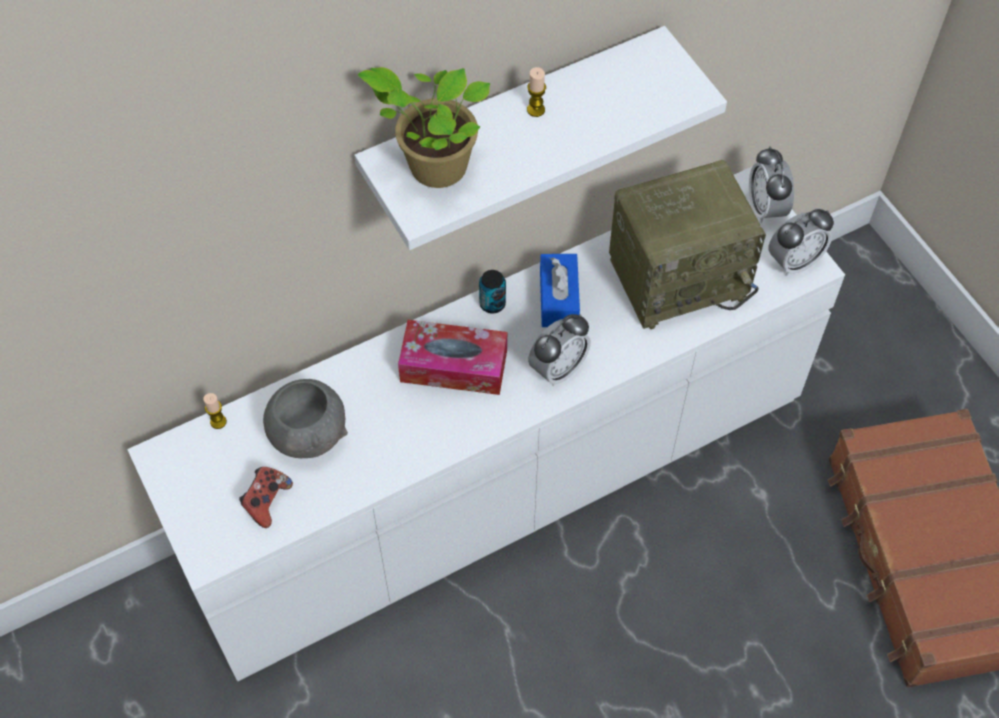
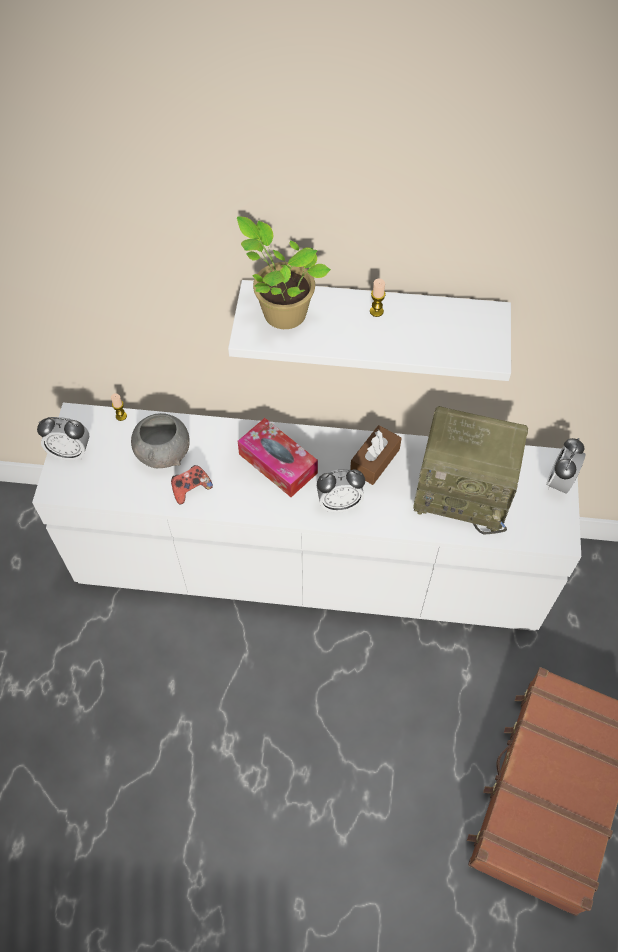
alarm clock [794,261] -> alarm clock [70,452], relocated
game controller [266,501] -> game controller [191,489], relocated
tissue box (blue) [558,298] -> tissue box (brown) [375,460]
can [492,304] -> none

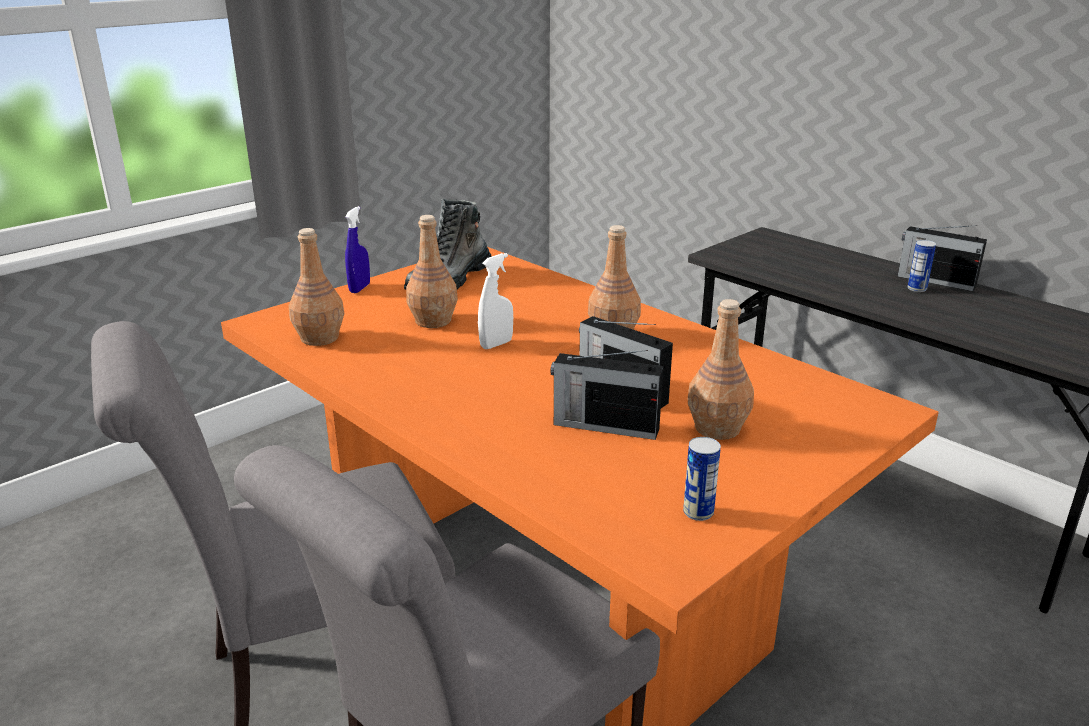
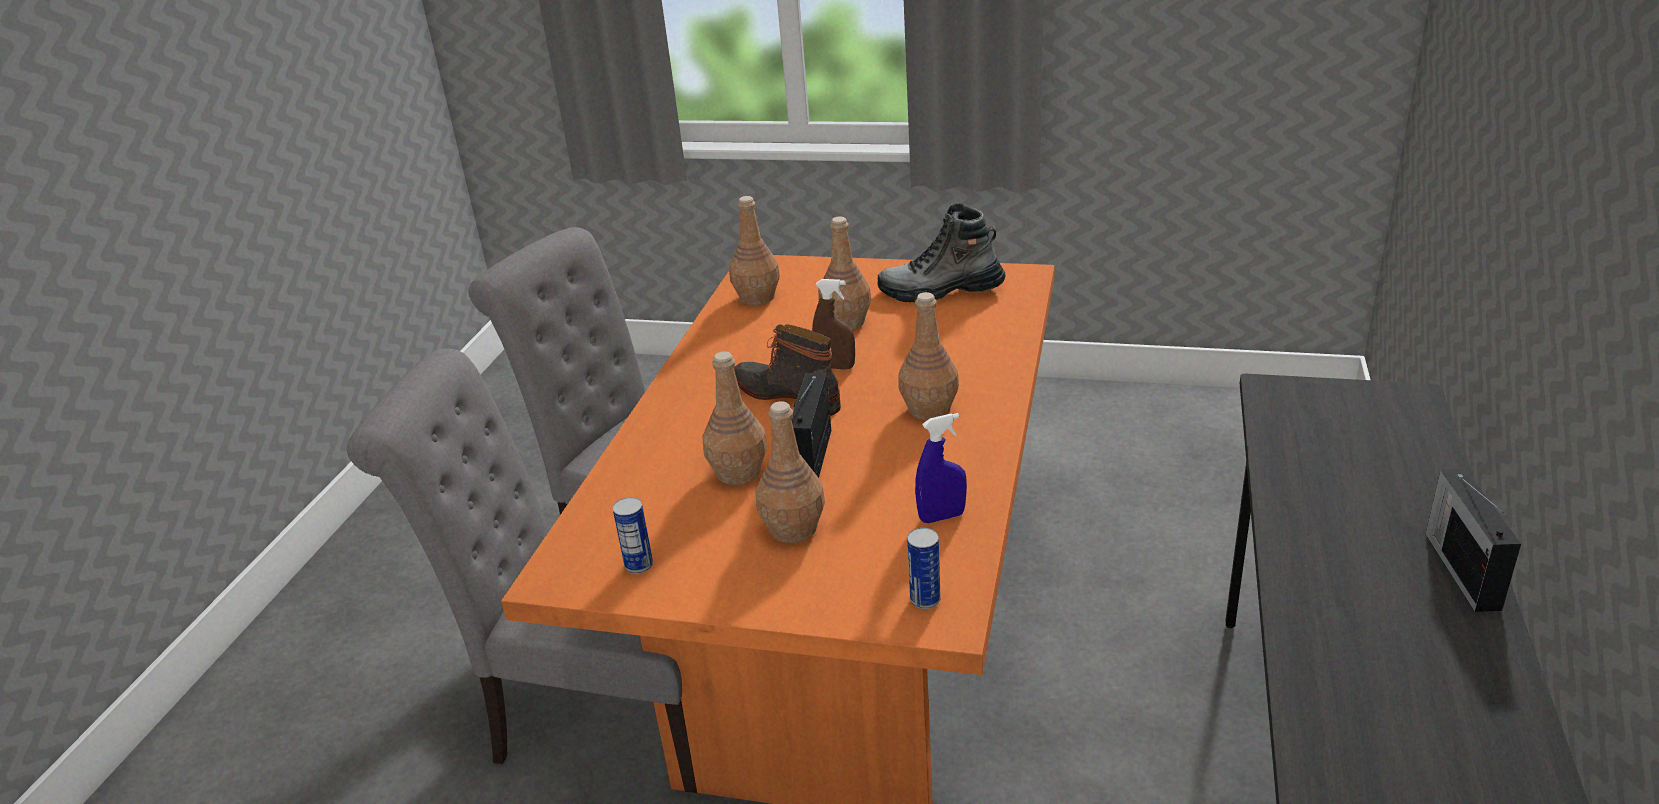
radio [604,426] -> bottle (brown) [739,473]
none -> boot [788,394]
spray bottle (white) [496,344] -> spray bottle (brown) [835,367]
can [917,289] -> can [925,599], relocated
spray bottle (blue) [359,288] -> spray bottle (blue) [942,517], relocated

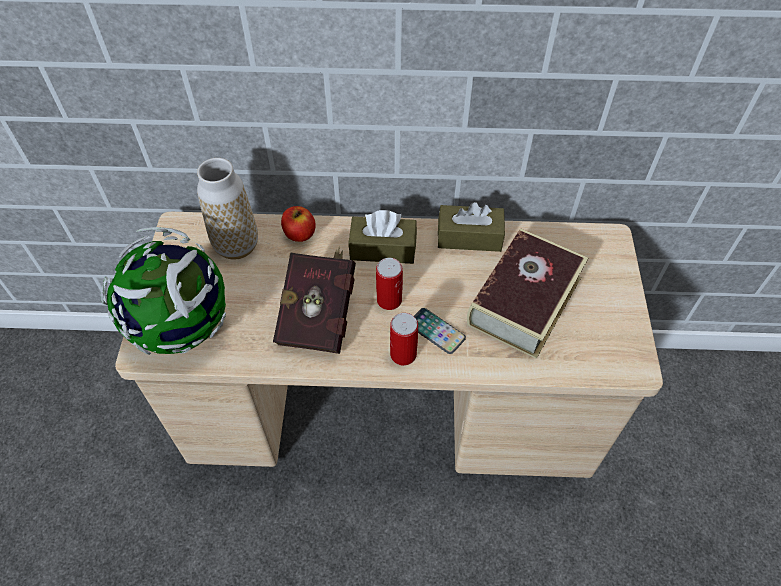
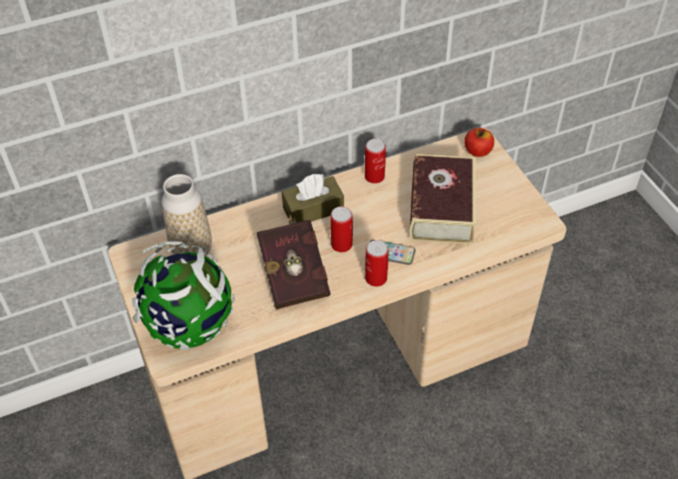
tissue box (brown) [469,237] -> can [374,176]
apple [299,234] -> apple [477,151], relocated

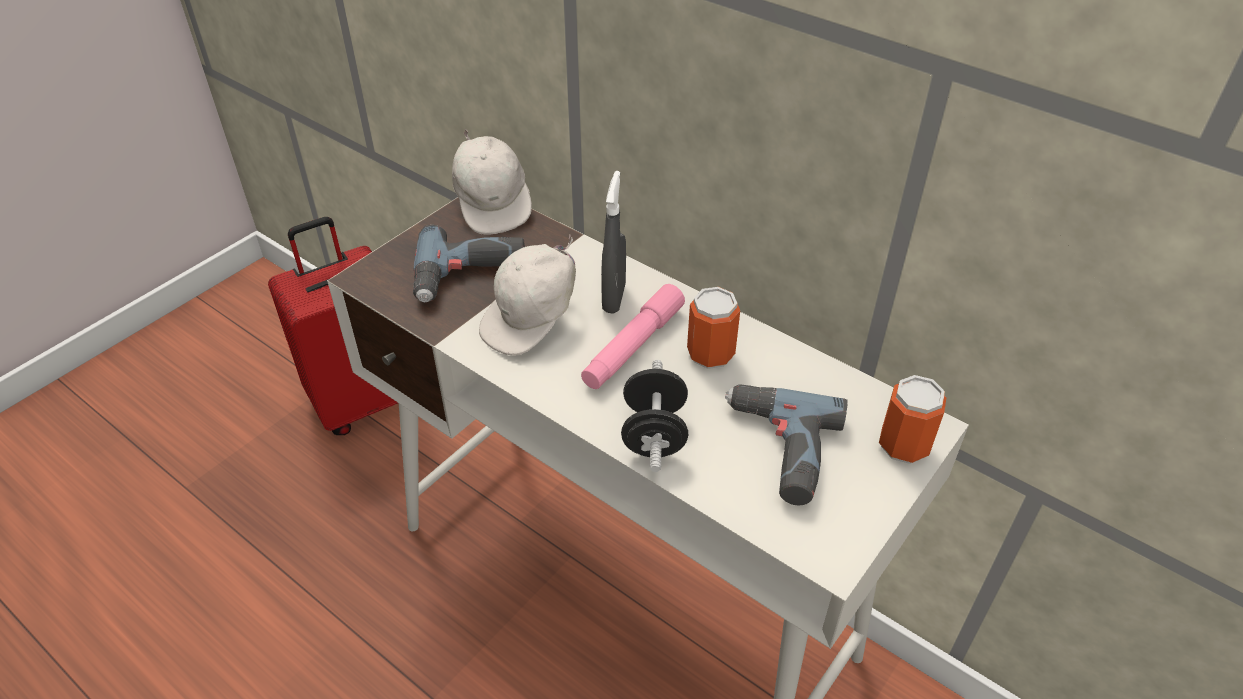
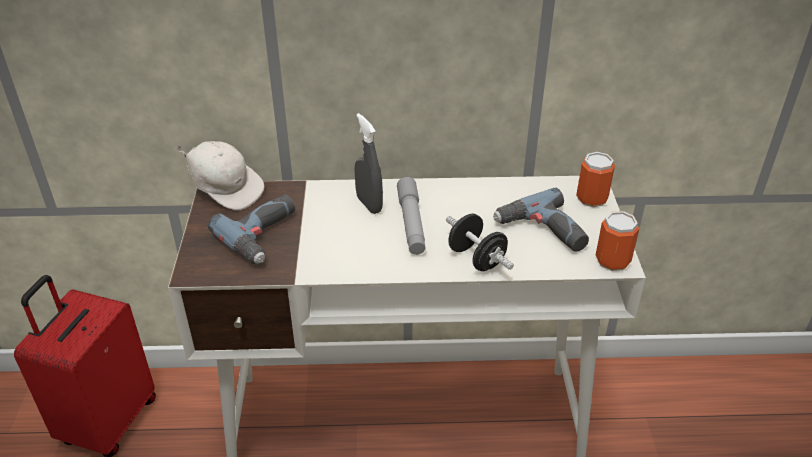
flashlight (pink) [633,346] -> flashlight (grey) [411,223]
can [710,354] -> can [612,261], relocated
cap (white) [533,320] -> none

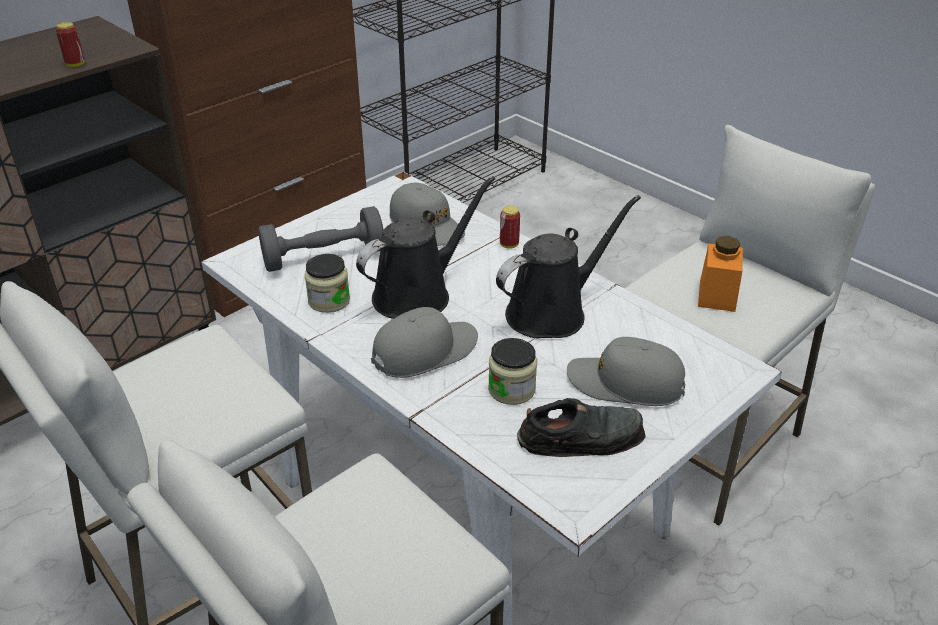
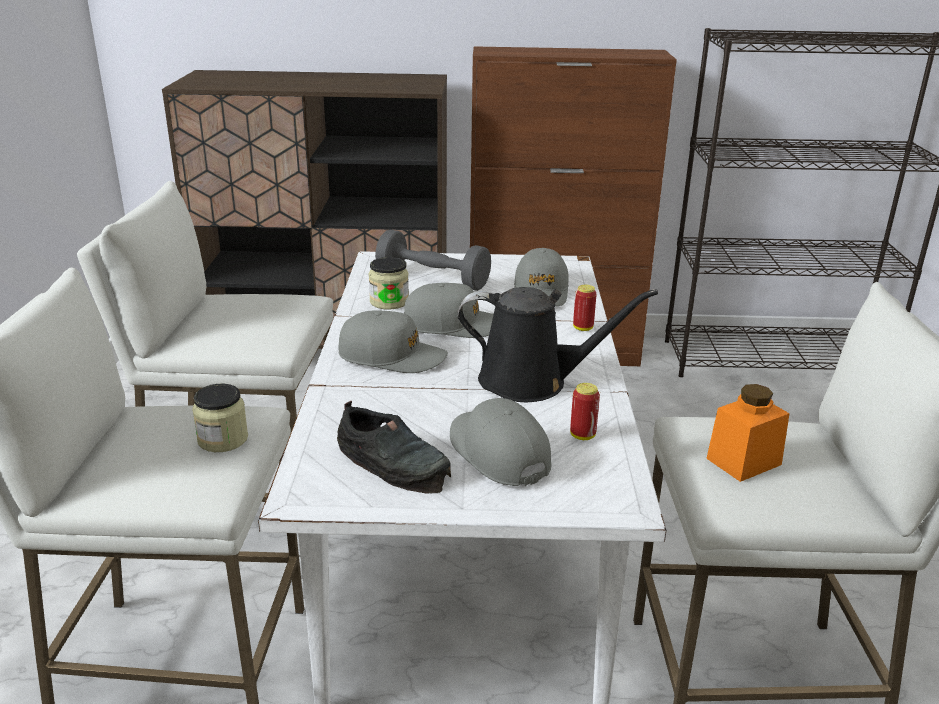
jar [511,389] -> jar [223,439], relocated
watering can (black) [418,294] -> cap (grey) [453,325]
can [75,65] -> can [582,435], relocated

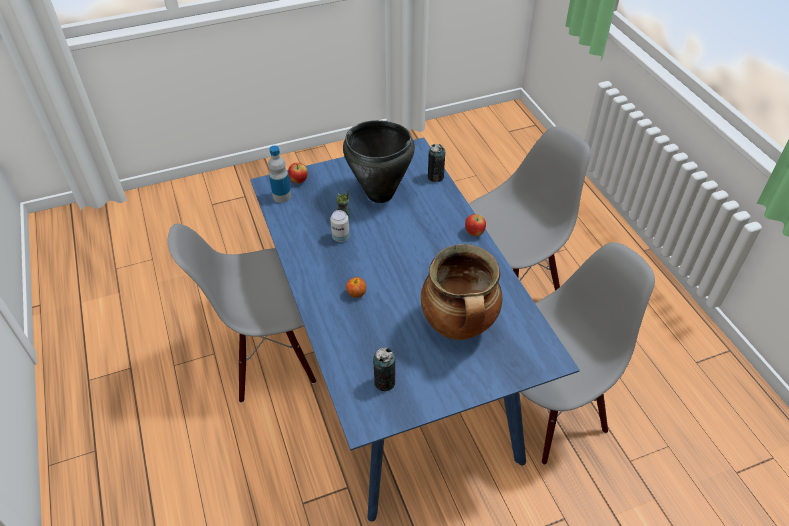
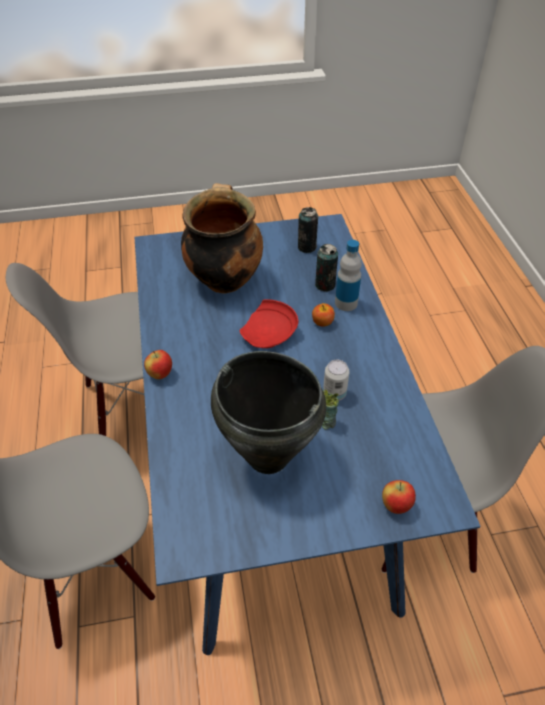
none -> plate (red) [269,334]
can [435,177] -> can [325,285], relocated
bottle [282,196] -> bottle [346,303], relocated

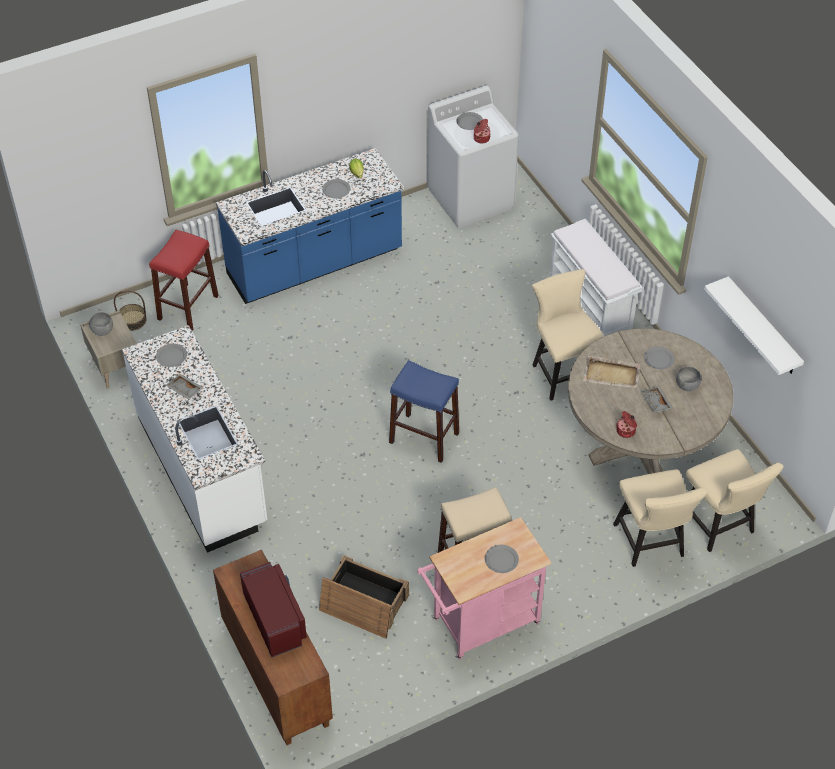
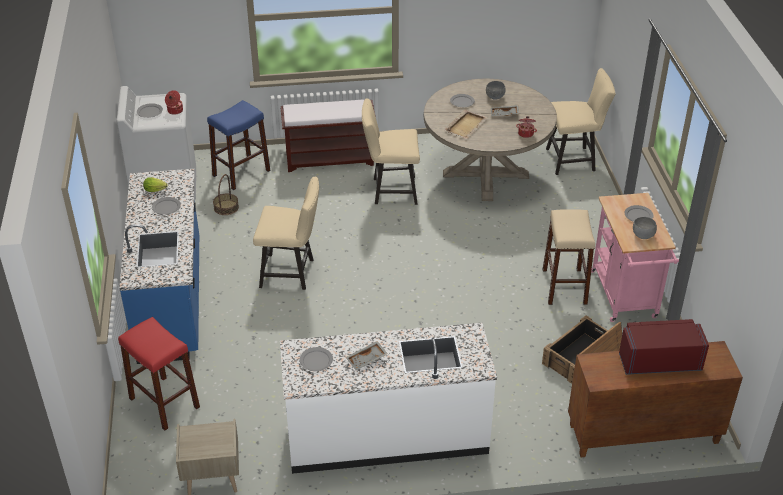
stool (blue) [424,438] -> stool (blue) [241,173], relocated
basket [132,320] -> basket [226,207], relocated
chair (beige) [651,544] -> chair (beige) [291,273], relocated
bench (white) [591,305] -> bench (brown) [330,159]
bowl (grey) [102,330] -> bowl (grey) [642,236], relocated
shelf (white) [763,327] -> none

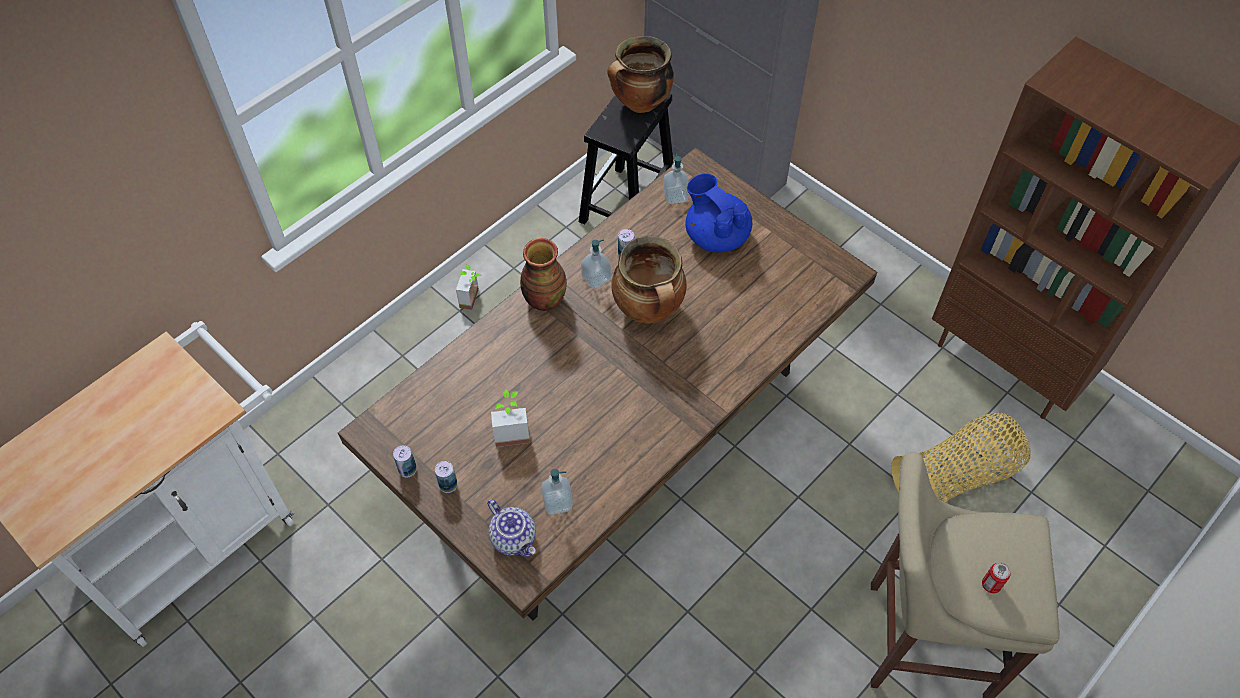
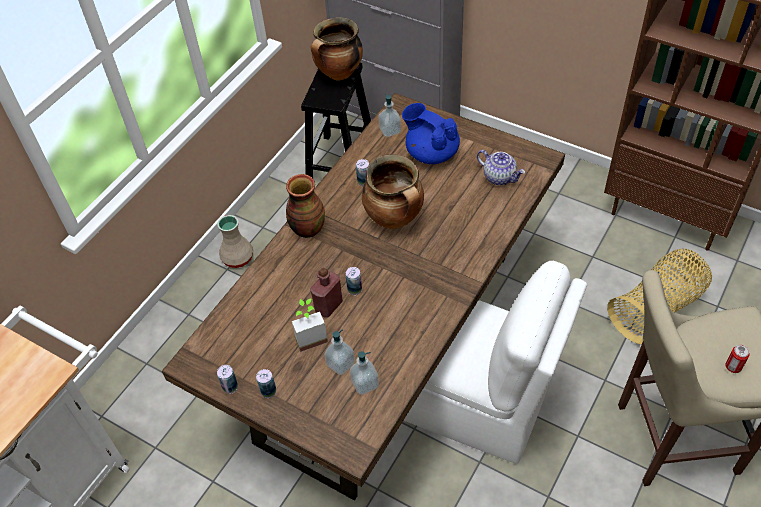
potted plant [474,299] -> vase (beige) [237,257]
none -> bottle (red) [328,306]
soap dispenser [596,278] -> soap dispenser [340,364], relocated
none -> can [354,289]
none -> chair (white) [477,402]
teapot [514,538] -> teapot [500,177], relocated

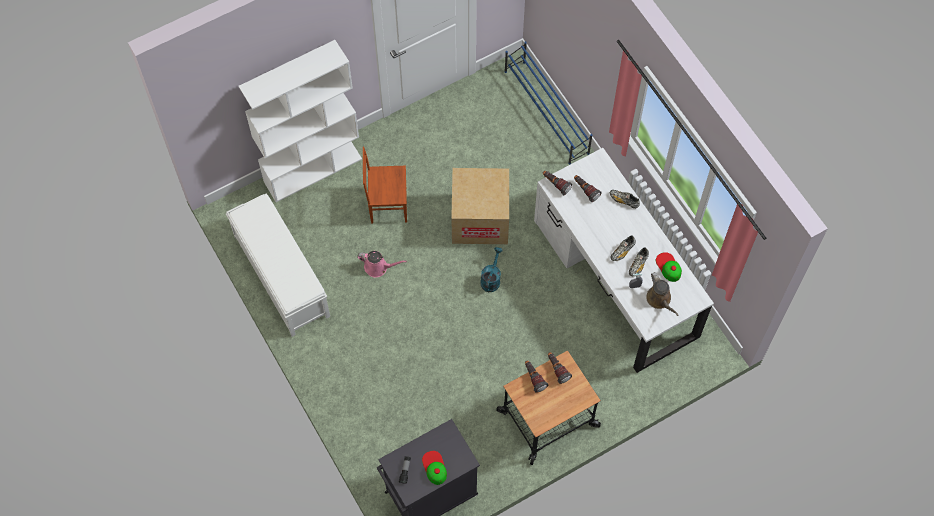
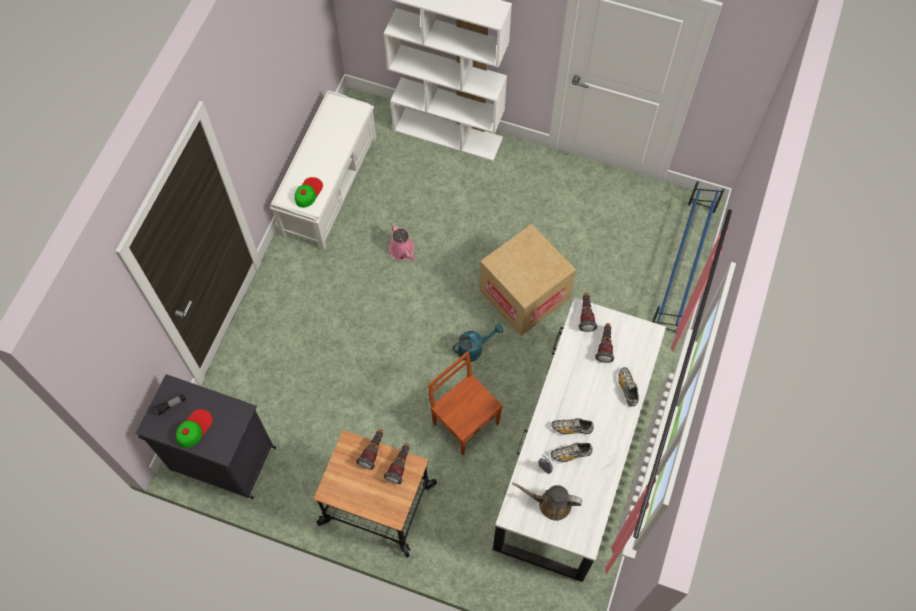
cap [668,267] -> cap [308,192], relocated
chair (brown) [387,204] -> chair (brown) [466,422], relocated
watering can (brown) [660,300] -> watering can (brown) [551,504], 75 degrees clockwise

